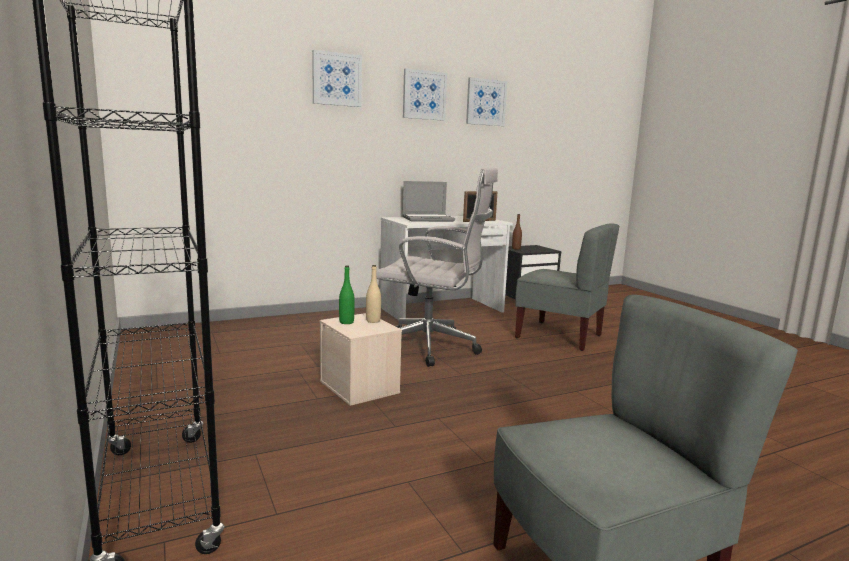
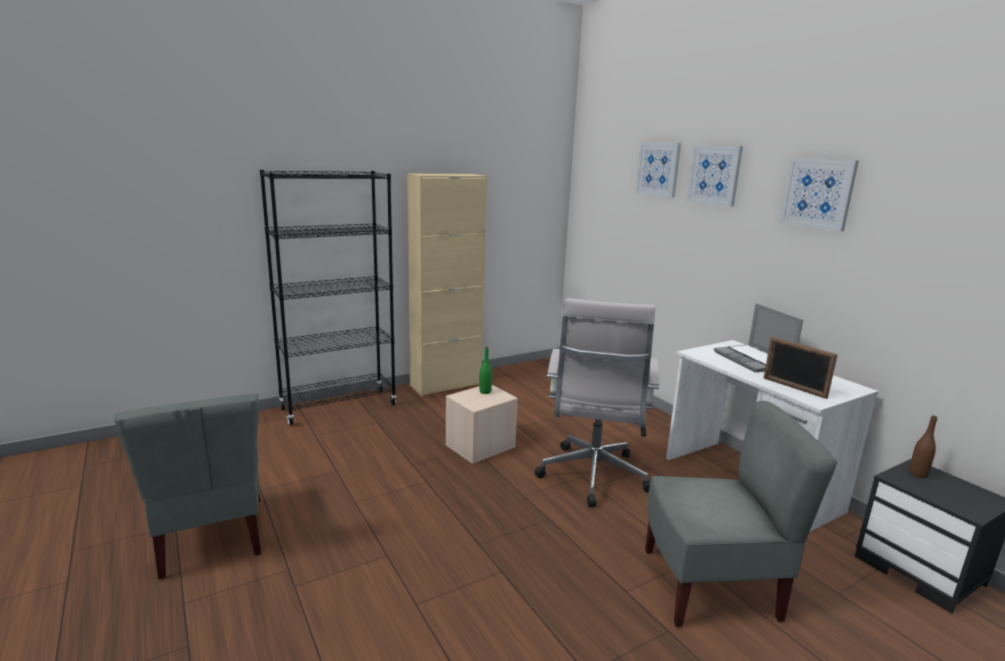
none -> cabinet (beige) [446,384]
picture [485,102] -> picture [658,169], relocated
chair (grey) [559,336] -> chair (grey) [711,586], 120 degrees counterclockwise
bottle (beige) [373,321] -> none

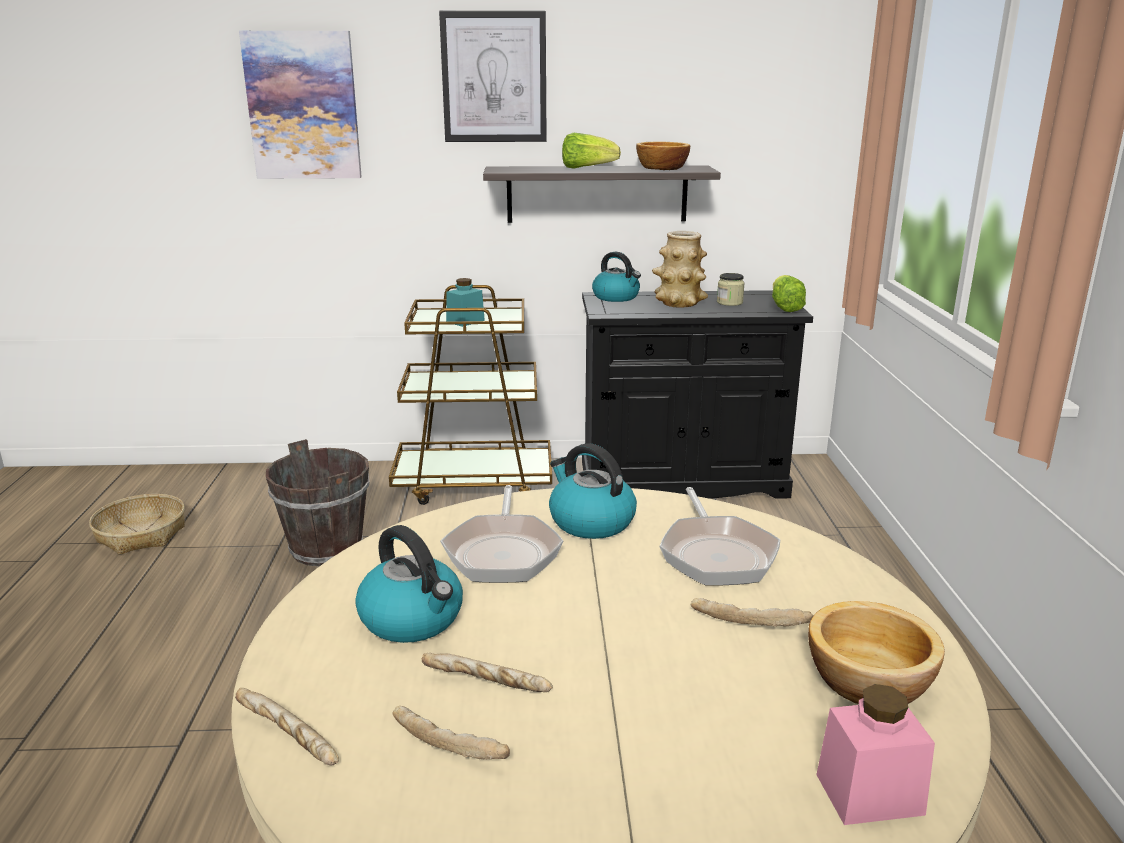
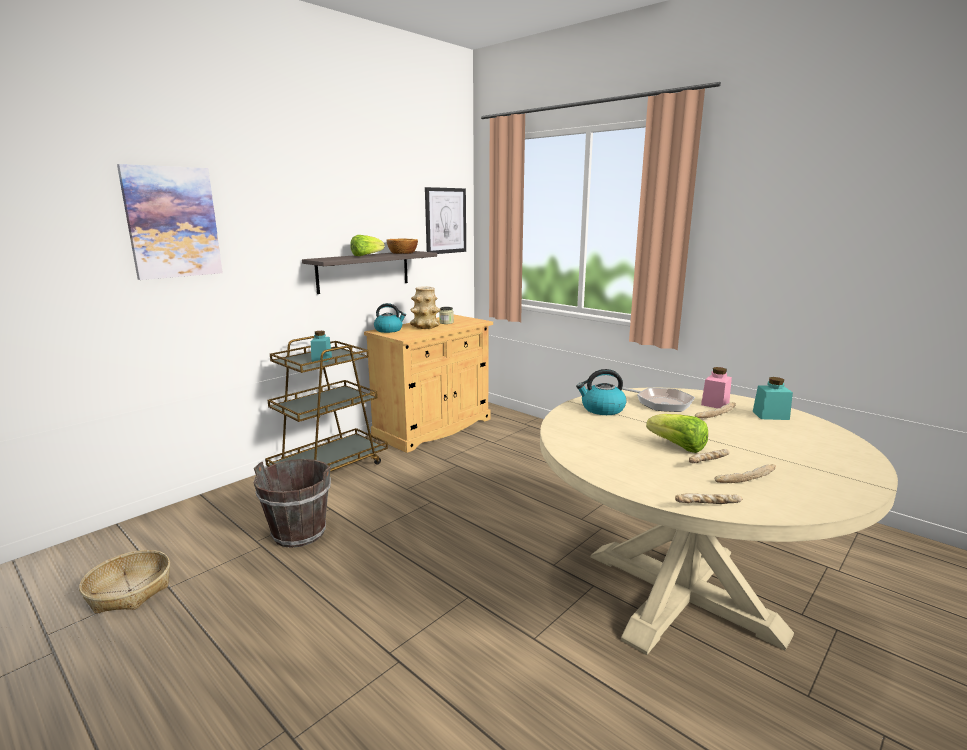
cabinet (black) [682,479] -> cabinet (beige) [433,428]
picture [494,77] -> picture [445,221], relocated
lettuce [784,307] -> lettuce [677,447], relocated
jar (pink) [869,794] -> jar (pink) [715,403], relocated
bowl [871,681] -> jar (turquoise) [770,415]
kettle [413,619] -> none
frying pan [503,552] -> none

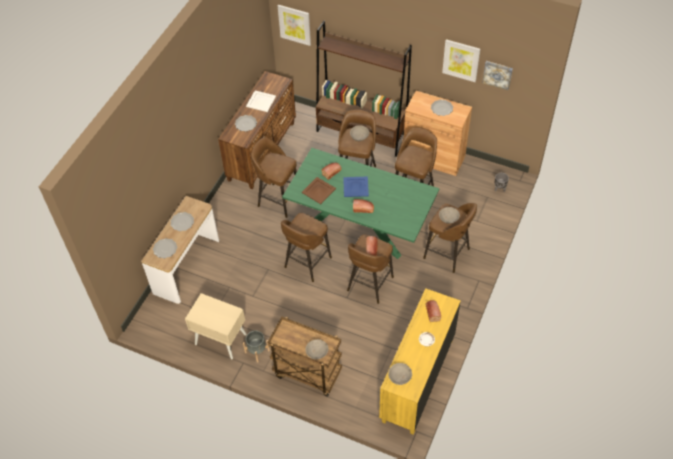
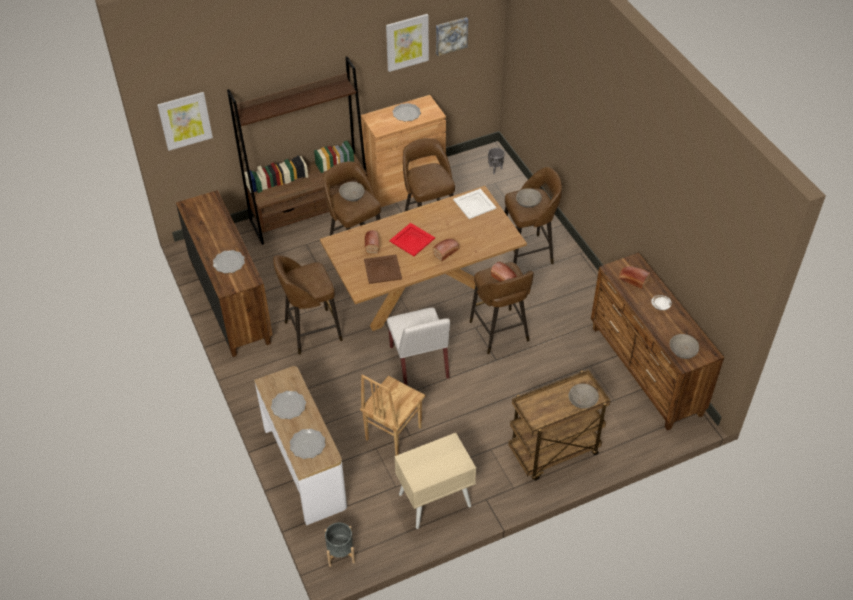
dining table (green) [361,226] -> dining table (brown) [423,291]
planter (grey) [257,351] -> planter (grey) [341,553], relocated
none -> chair (brown) [392,433]
stool (brown) [307,263] -> chair (white) [419,363]
tray (blue) [355,187] -> tray (red) [412,240]
tray (white) [260,101] -> tray (white) [474,204], relocated
dresser (yellow) [417,380] -> dresser (brown) [645,371]

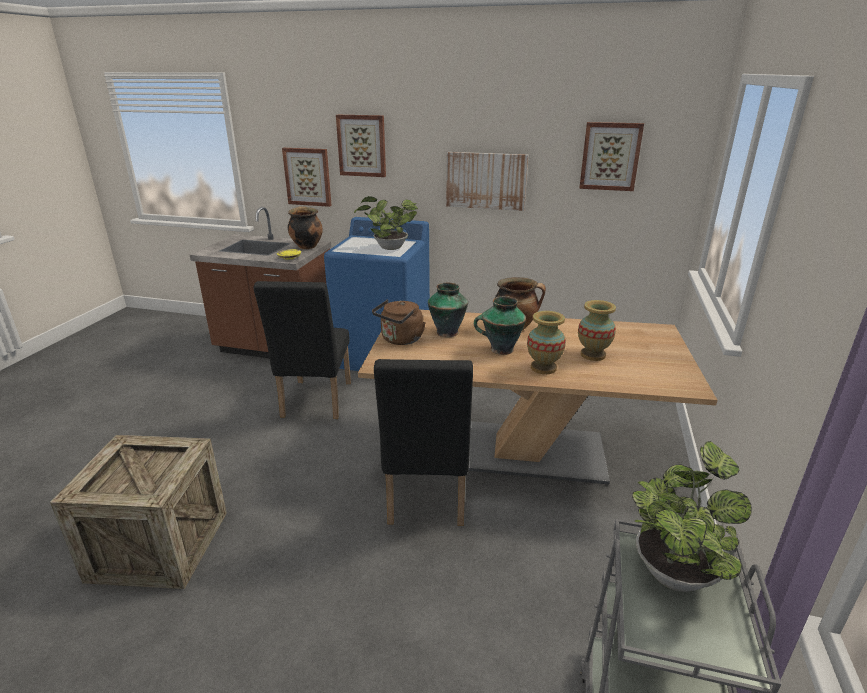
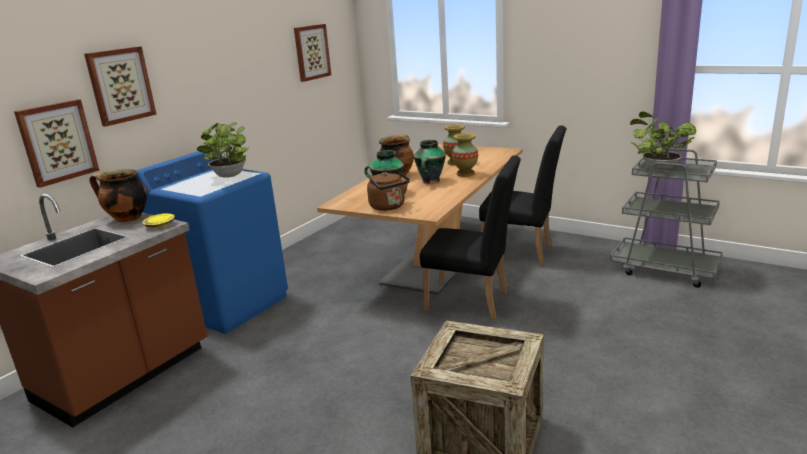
chair (black) [314,403] -> chair (black) [522,253], relocated
picture [486,180] -> none

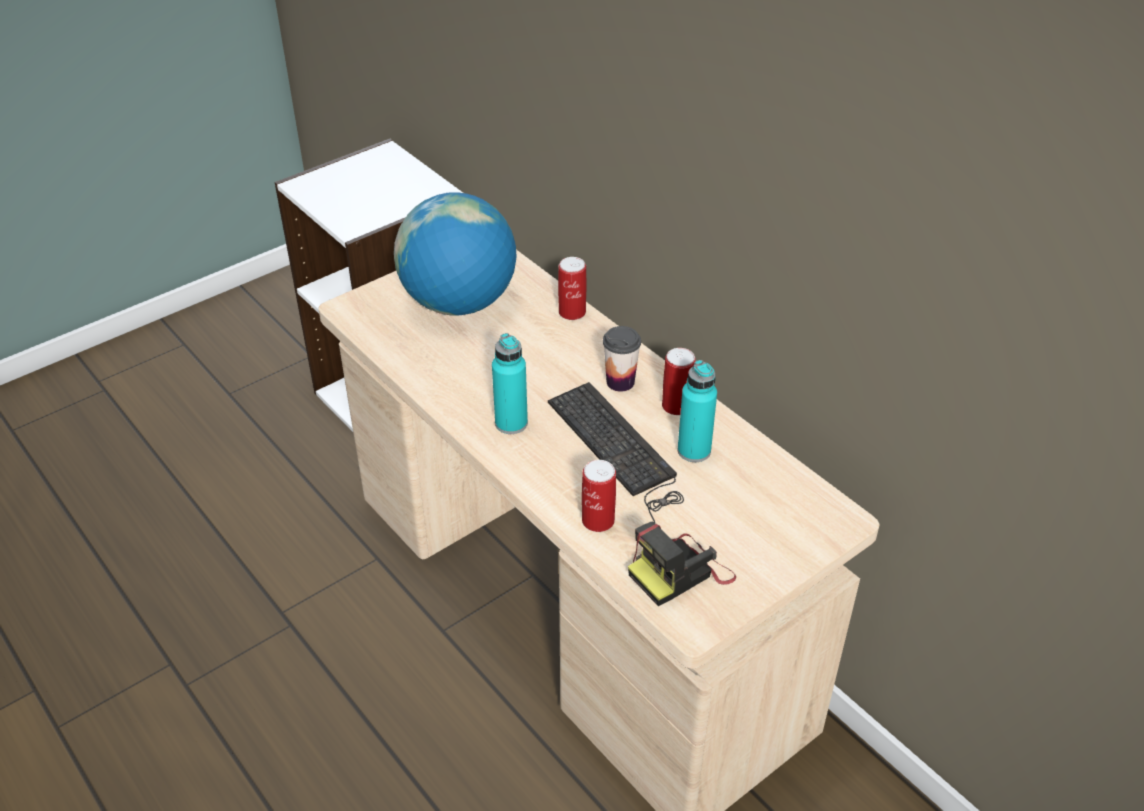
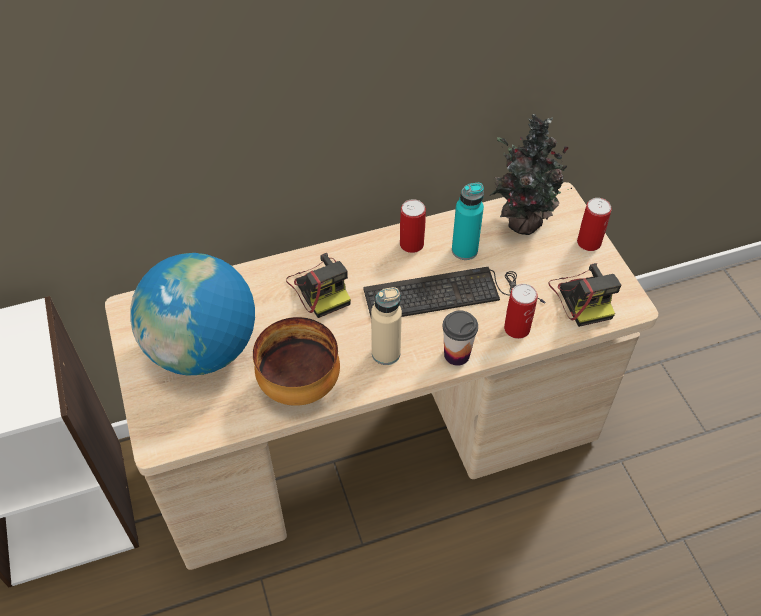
none -> bowl [299,386]
none -> photo camera [320,288]
bottle (turquoise) [511,423] -> bottle (beige) [386,353]
cup [620,382] -> cup [456,354], relocated
none -> potted plant [520,222]
can [572,312] -> can [589,242], relocated

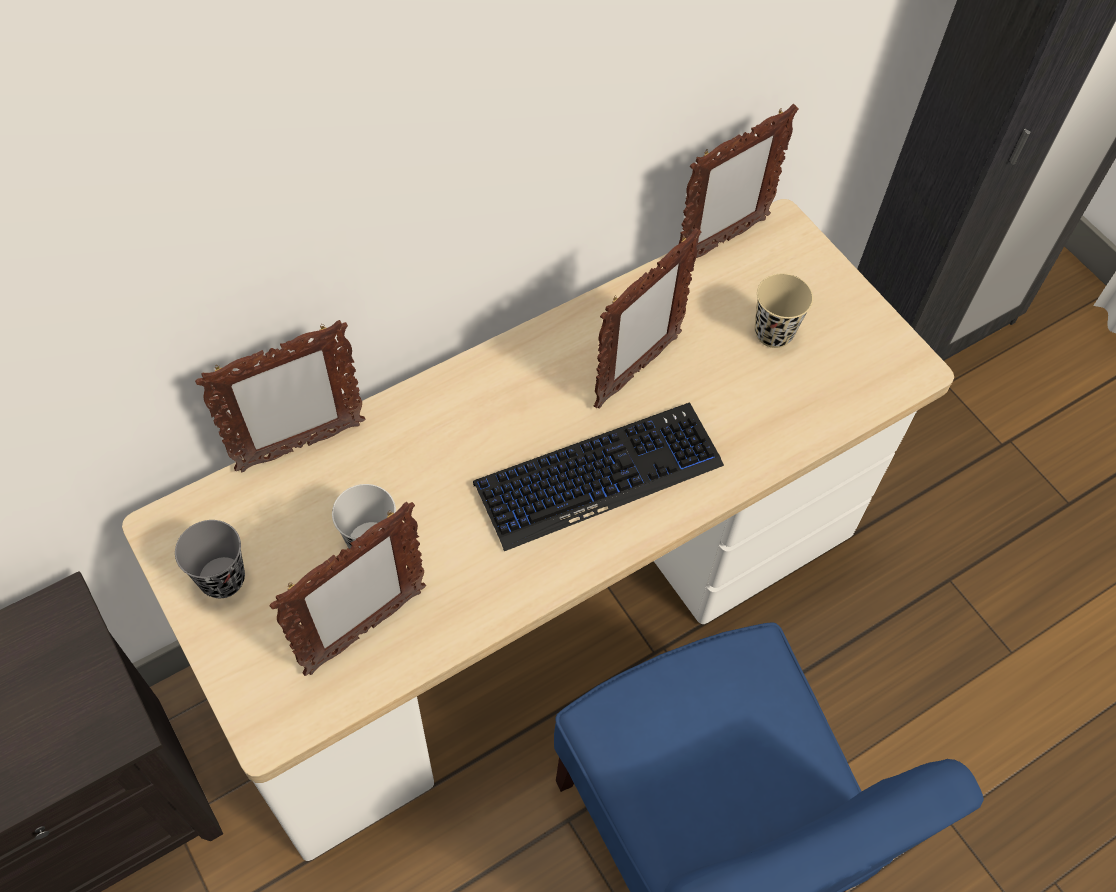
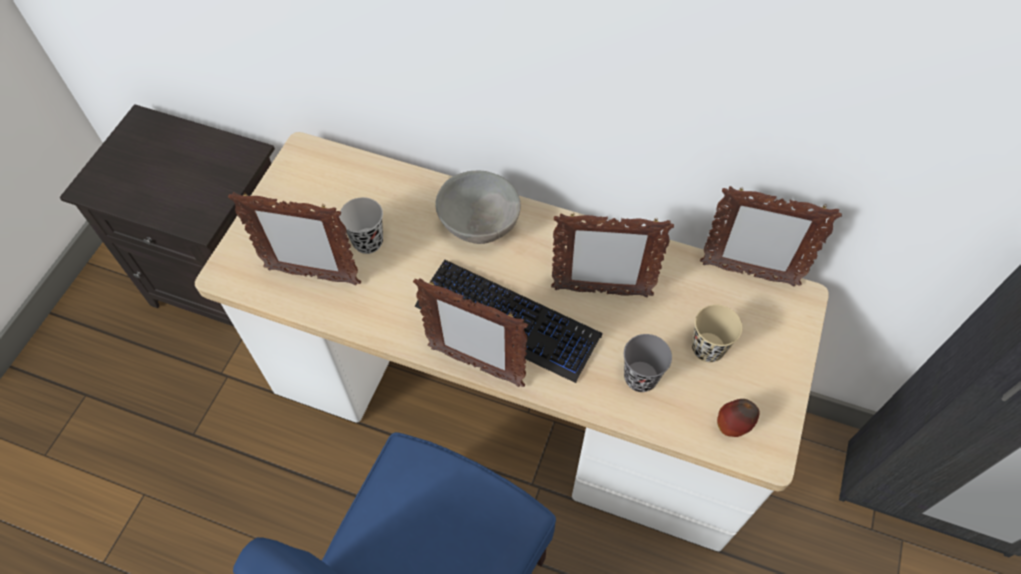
picture frame [300,447] -> picture frame [475,366], relocated
none -> bowl (grey) [479,224]
cup (grey) [222,579] -> cup (grey) [640,377], relocated
none -> apple [732,426]

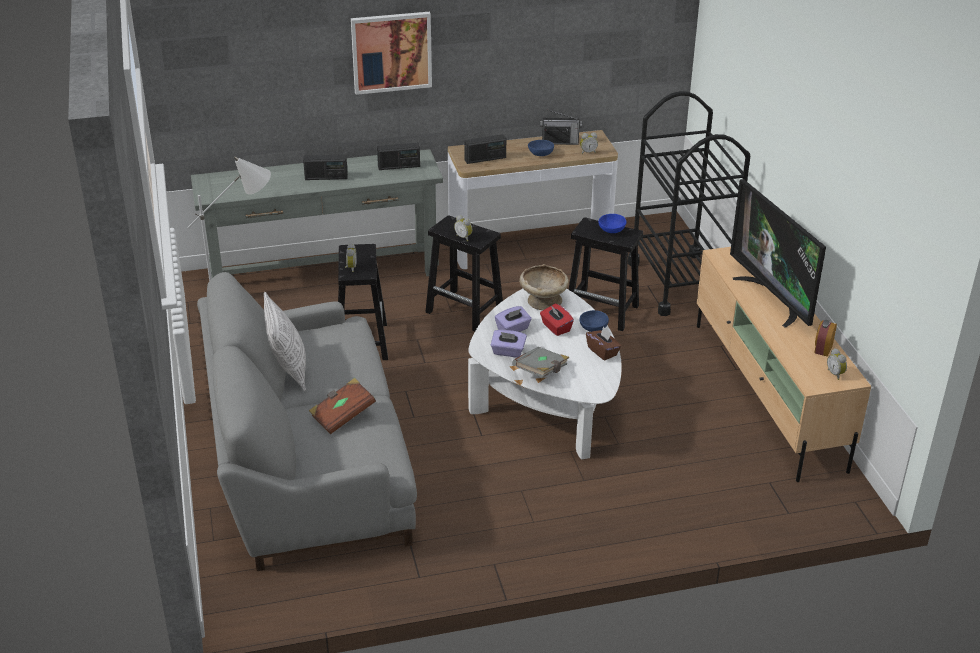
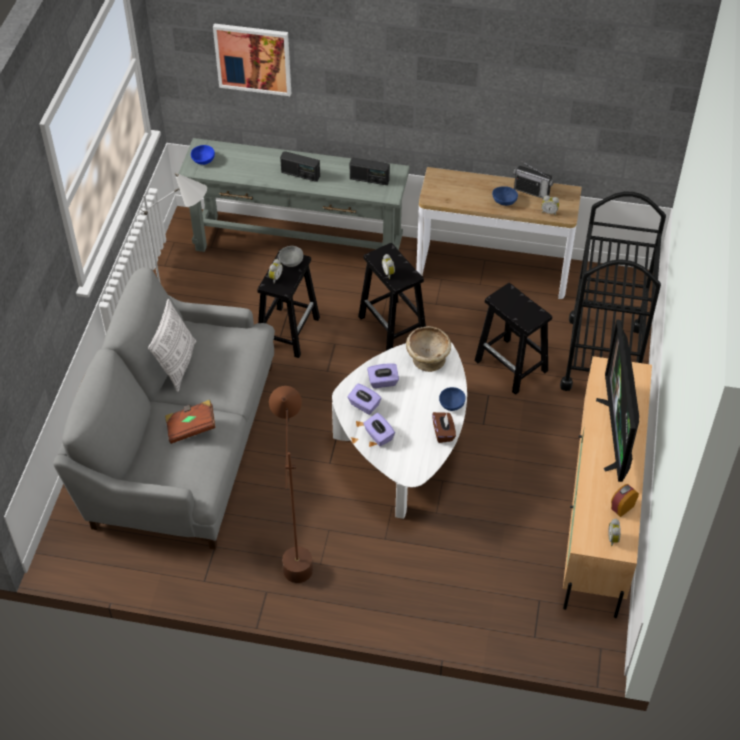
bowl (blue) [611,230] -> bowl (blue) [203,160], relocated
picture [391,52] -> picture [253,58], relocated
none -> floor lamp (brown) [296,548]
none -> bowl (grey) [291,262]
book (grey) [541,371] -> tissue box (purple) [378,436]
radio [485,159] -> none
tissue box (red) [555,328] -> none

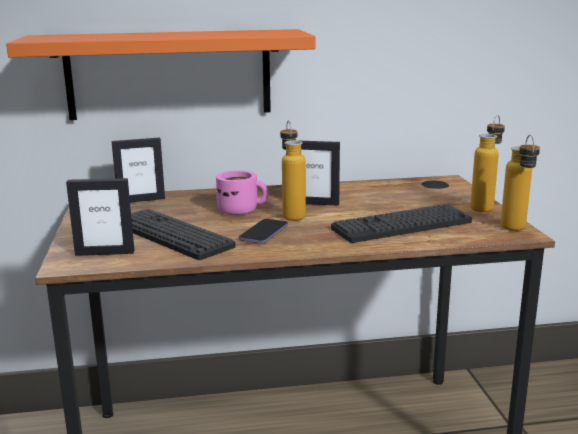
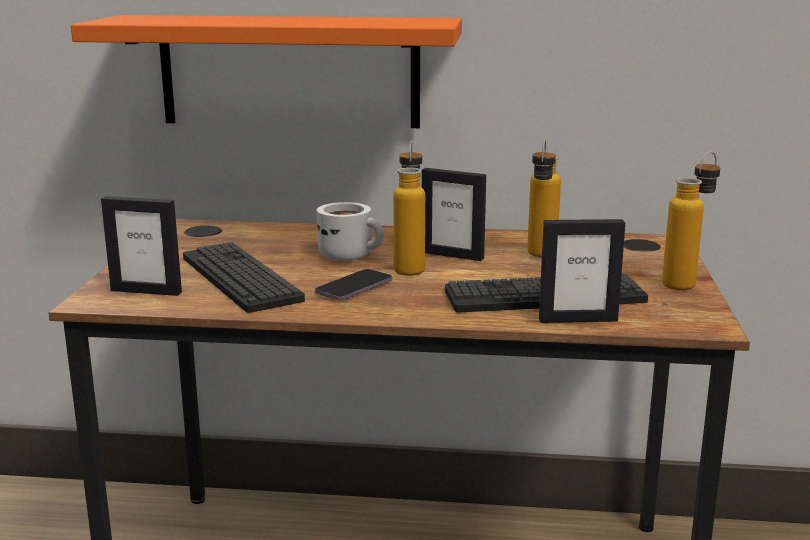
mug (pink) [241,210] -> mug (white) [350,255]
bottle [516,230] -> bottle [540,257], relocated
picture frame [141,200] -> picture frame [577,320], relocated

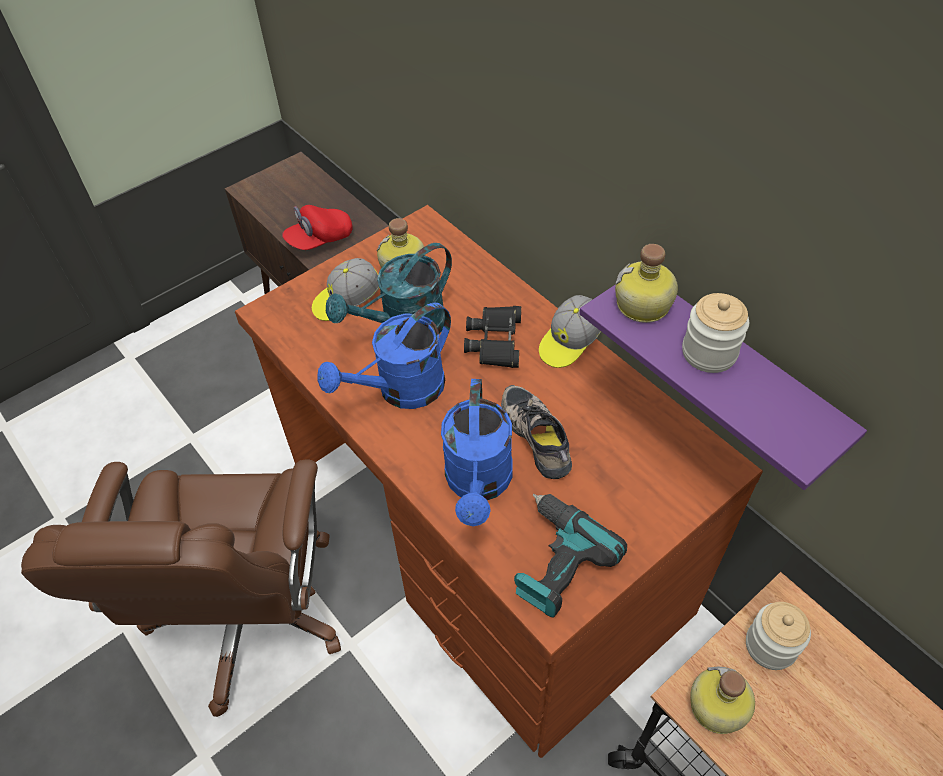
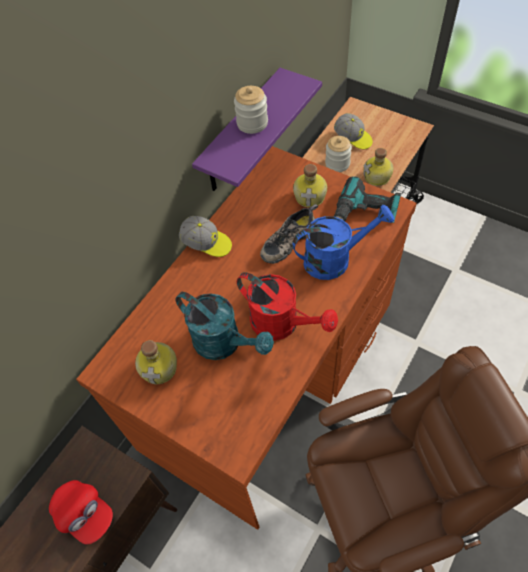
watering can (blue) [401,391] -> watering can (red) [282,324]
bottle [643,306] -> bottle [311,196], relocated
cap [347,300] -> cap [353,138], relocated
binoculars (black) [496,341] -> none

